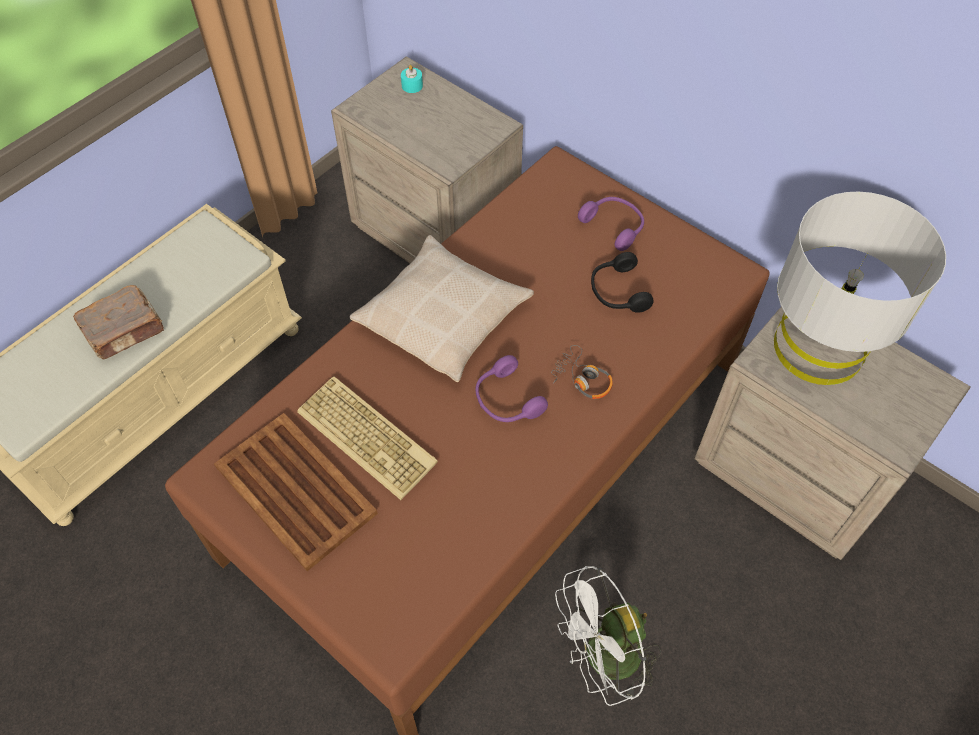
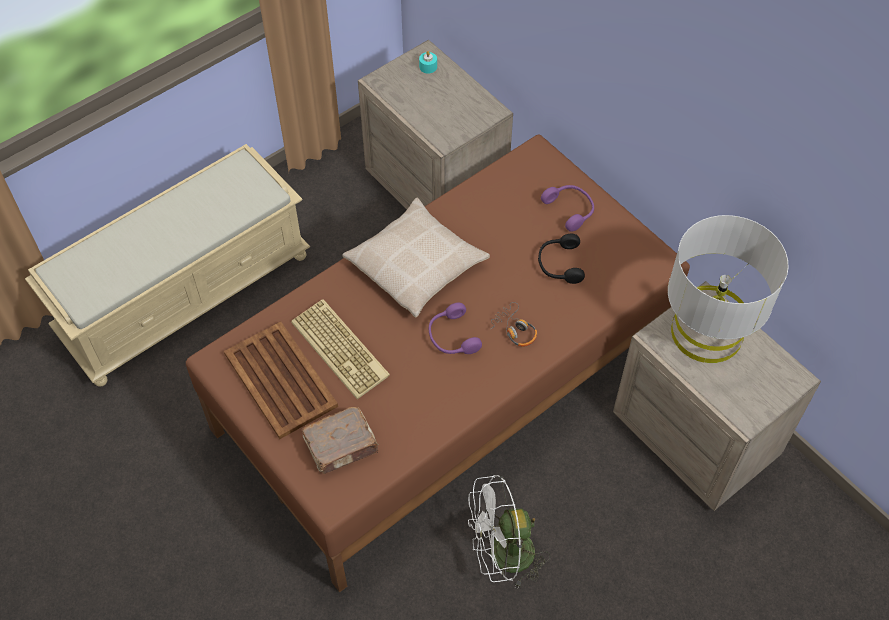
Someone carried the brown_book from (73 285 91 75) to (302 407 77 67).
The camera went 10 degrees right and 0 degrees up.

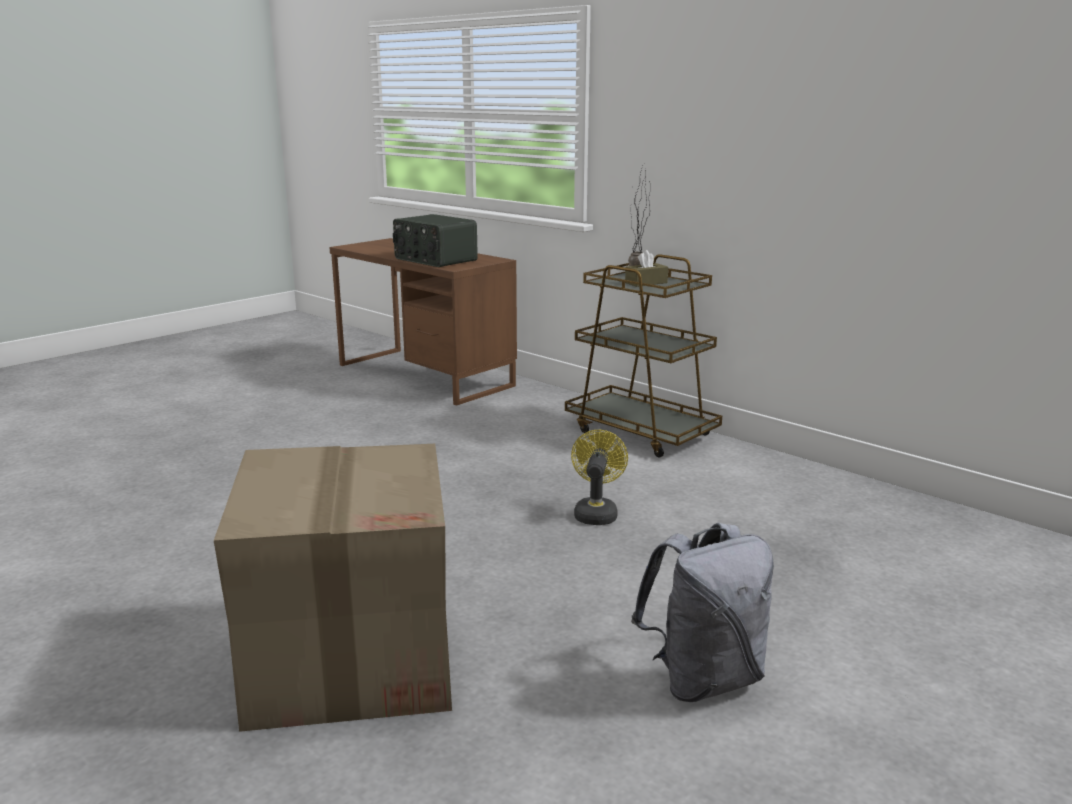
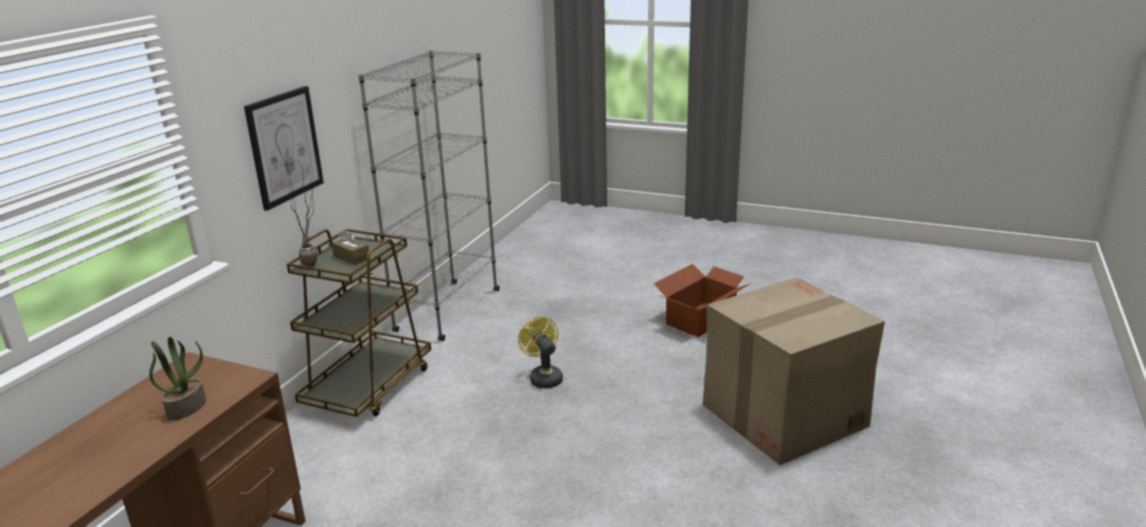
Someone put up the picture at (244 86 80 125).
Someone put down the grey_bookcase at (359 50 141 291).
Someone swapped the radio at (393 214 85 53) for the potted_plant at (149 337 57 83).
Someone swapped the grey_backpack at (631 523 143 179) for the cardboard_box at (654 264 98 73).
Someone rotated the yellow_fan at (571 430 57 95) by 75 degrees clockwise.
The camera went 110 degrees left and 5 degrees up.

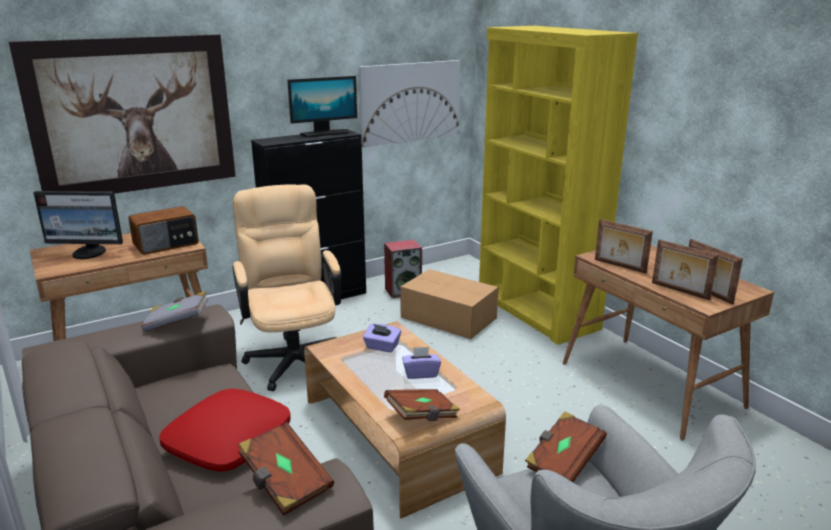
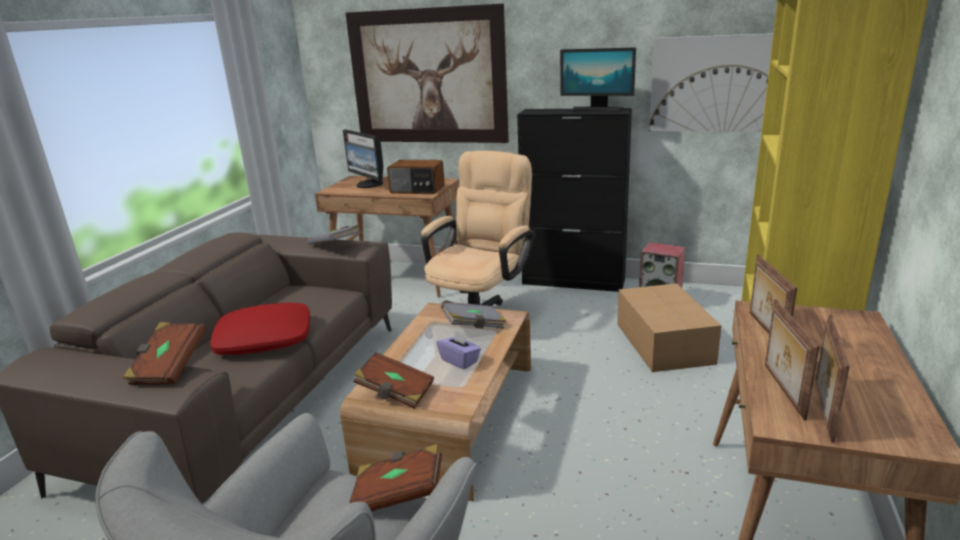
Someone swapped the purple_tissue_box at (363 324 38 28) for the grey_book at (441 302 65 27).
The camera went 50 degrees right and 0 degrees up.

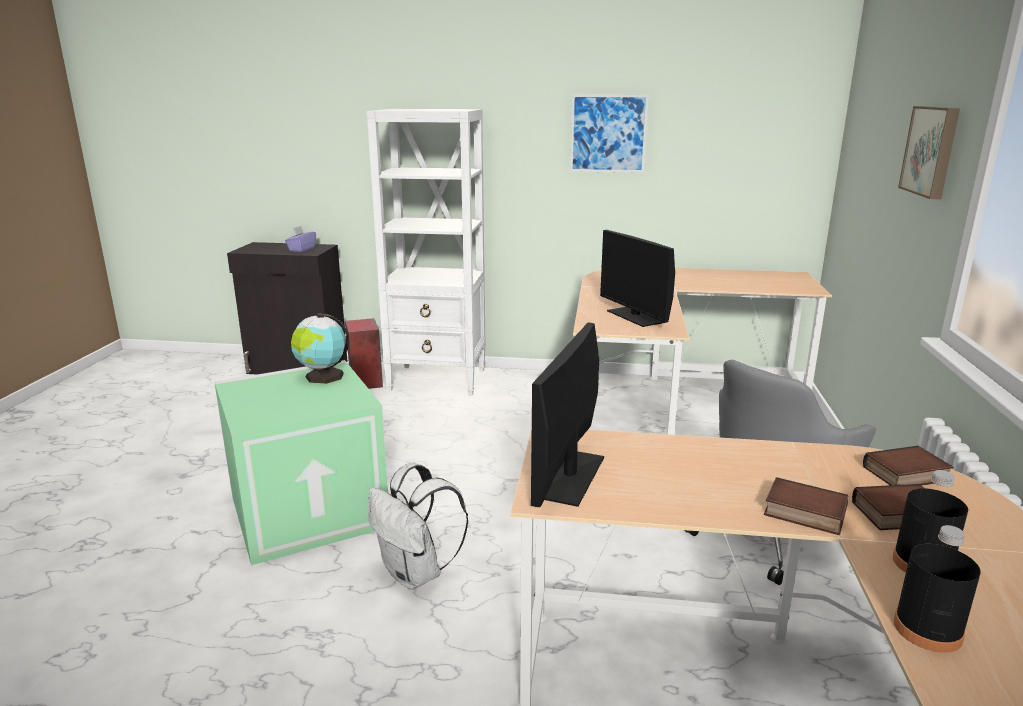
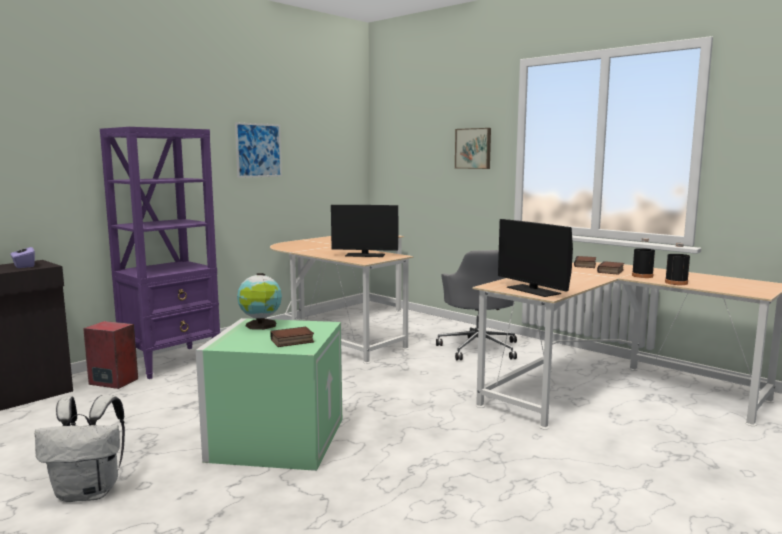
Someone carried the white_backpack from (368 463 100 127) to (35 395 90 107).
Someone carried the book from (764 477 85 58) to (270 327 44 20).
Someone repainted the white_bookcase at (366 109 120 287), which became the purple_bookcase at (100 127 121 252).
The camera went 55 degrees left and 10 degrees down.

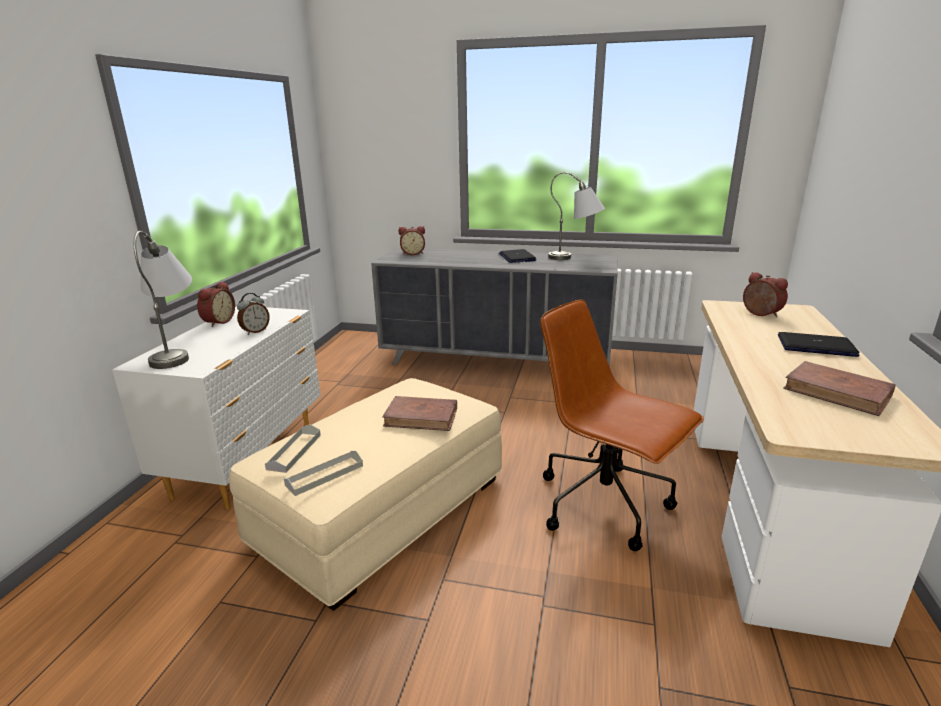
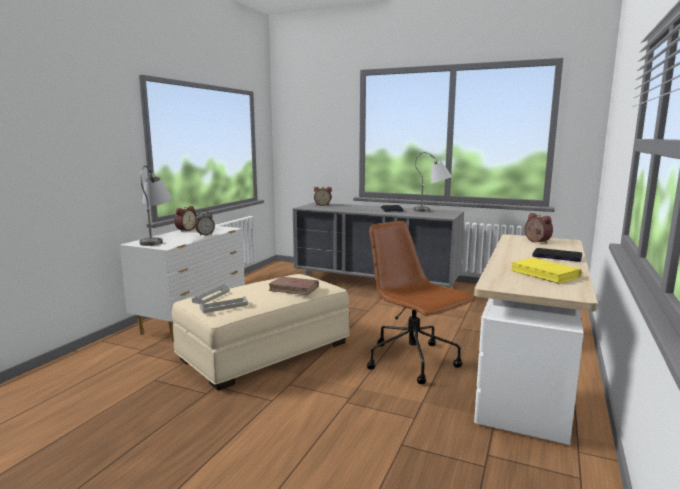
Someone repainted the brown_book at (783 361 113 55), which became the yellow_book at (510 258 72 26).
The camera went 10 degrees right and 10 degrees down.

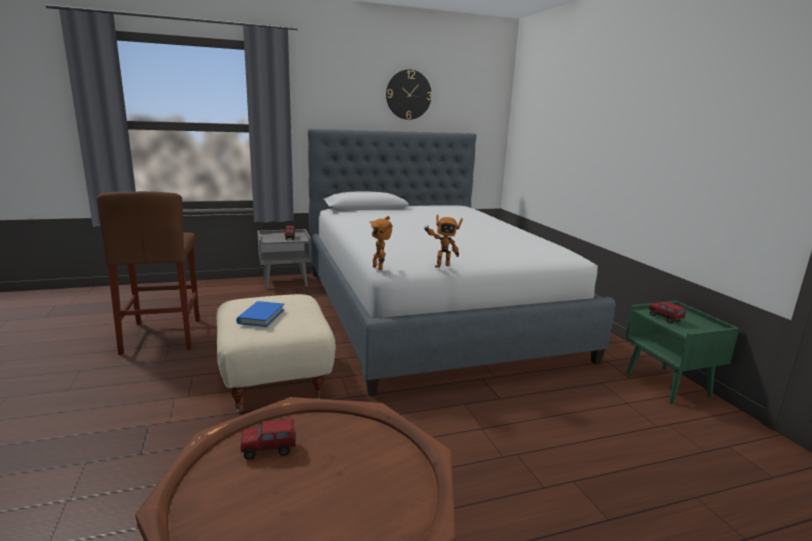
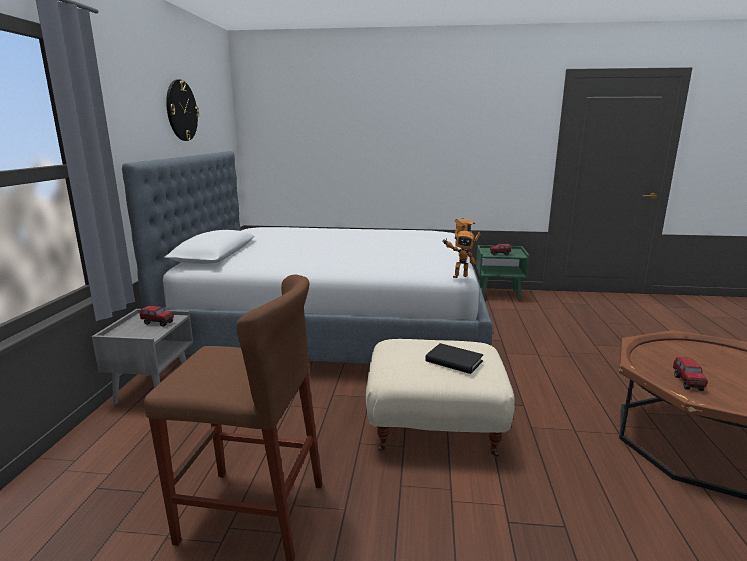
Someone repainted the blue_book at (236 301 49 26), which became the black_book at (425 343 58 31).
The camera went 65 degrees left and 0 degrees up.

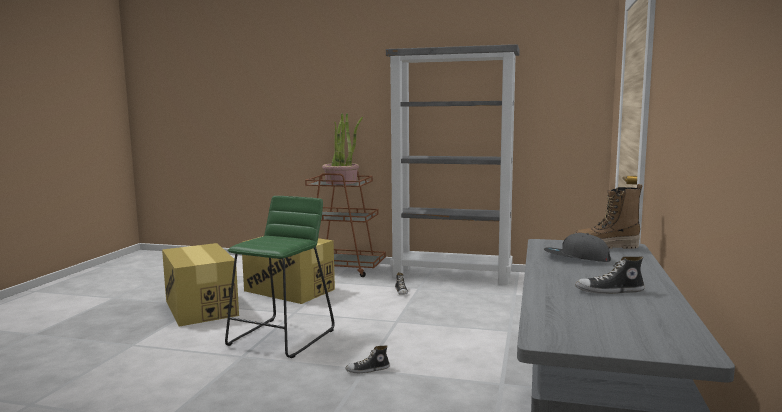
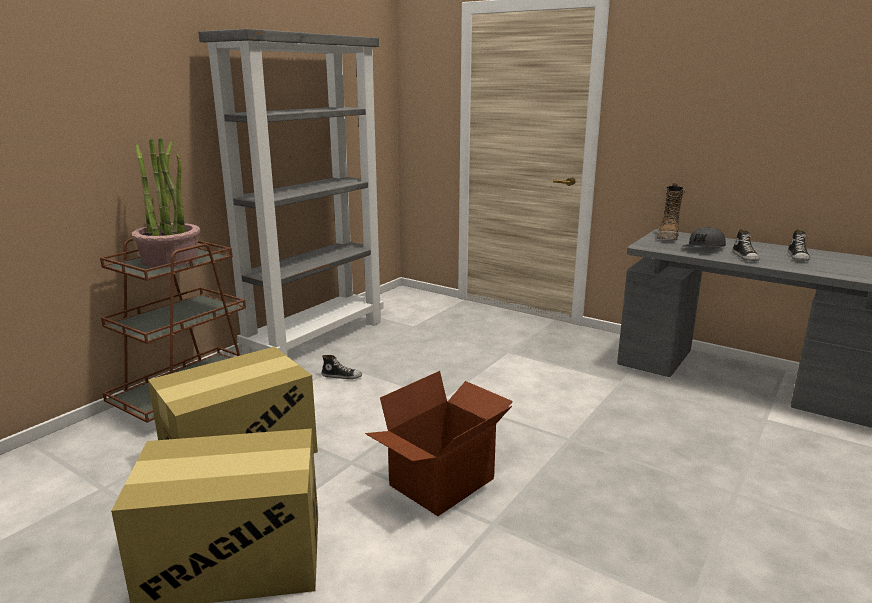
Someone carried the shoe from (345 345 45 28) to (732 229 28 32).
Someone swapped the green_stool at (225 196 110 162) for the cardboard_box at (365 371 148 145).
The camera went 70 degrees left and 10 degrees up.

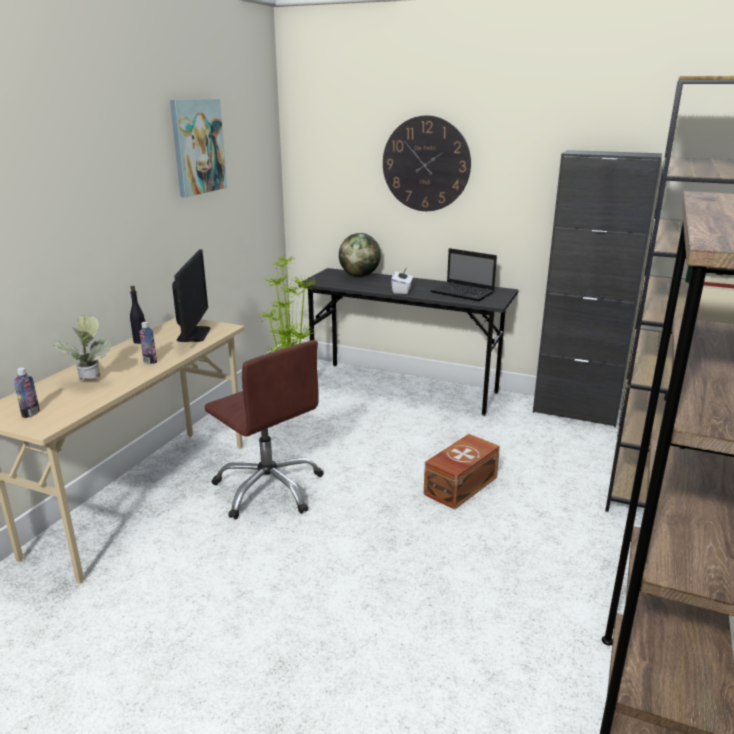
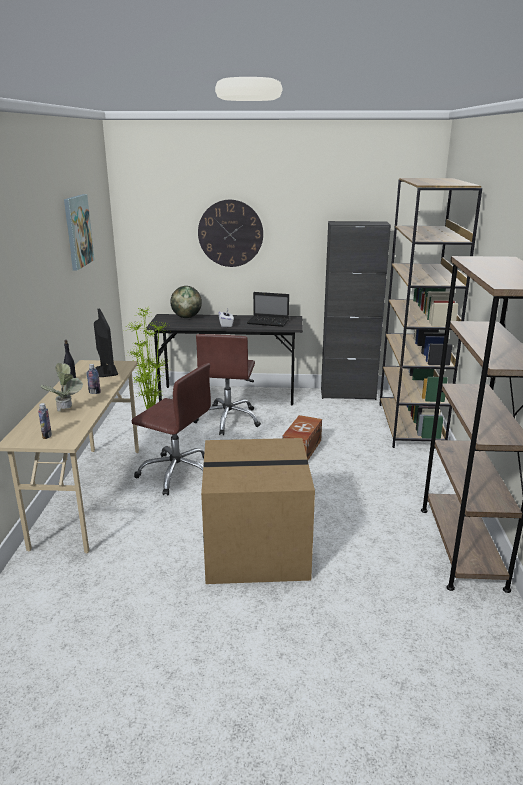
Someone put down the brown_office_chair at (193 334 68 101).
Someone put down the cardboard_box at (201 438 114 146).
The camera went 20 degrees left and 0 degrees up.

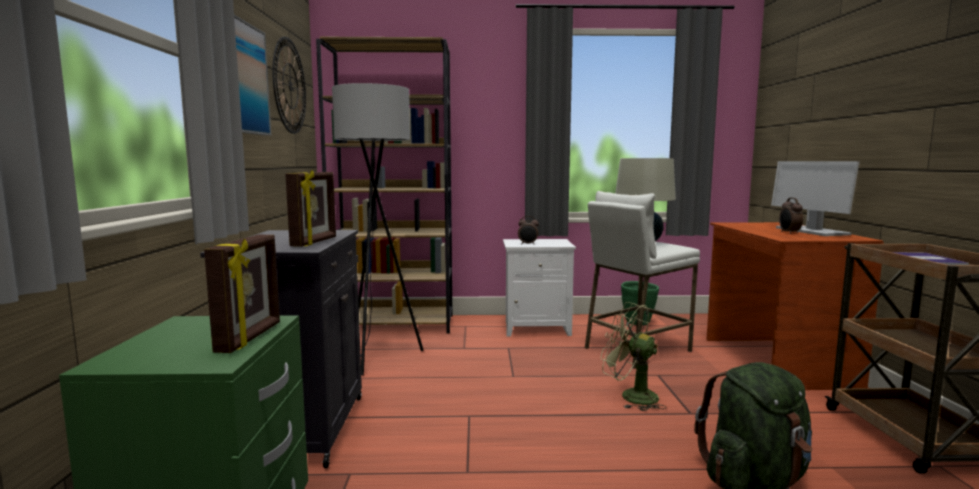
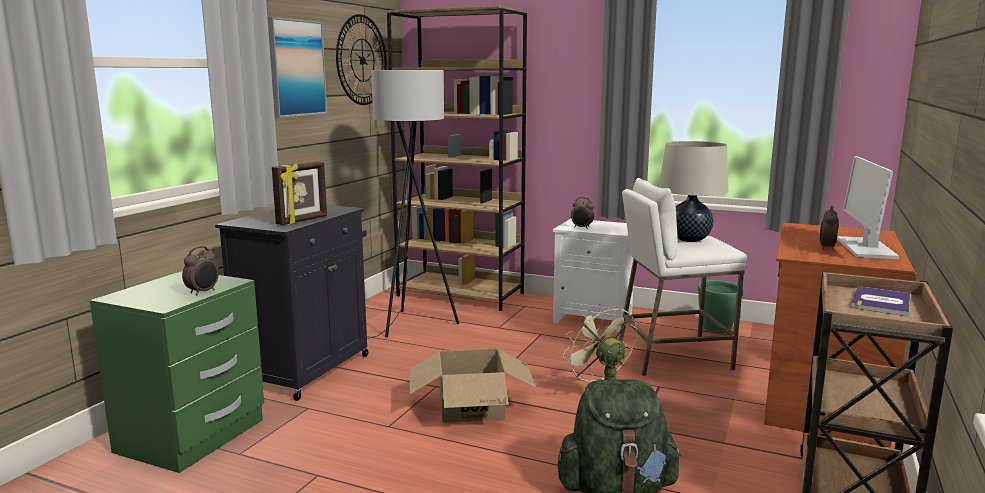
Someone put down the cardboard_box at (410 348 127 75).
Someone swapped the picture_frame at (204 234 76 119) for the alarm_clock at (182 246 37 50).
The camera went 25 degrees right and 5 degrees up.

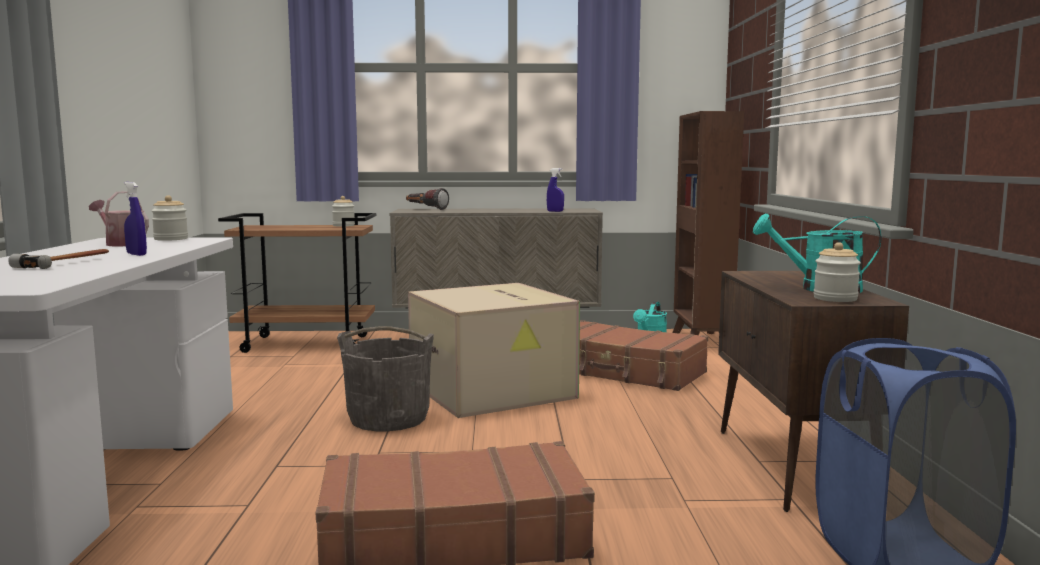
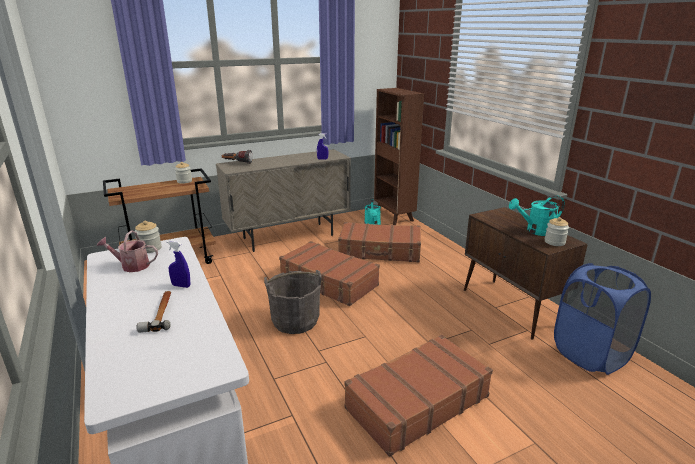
Someone swapped the cardboard_box at (408 283 172 135) for the brown_suitcase at (279 241 101 65).
The camera went 25 degrees left and 15 degrees up.

